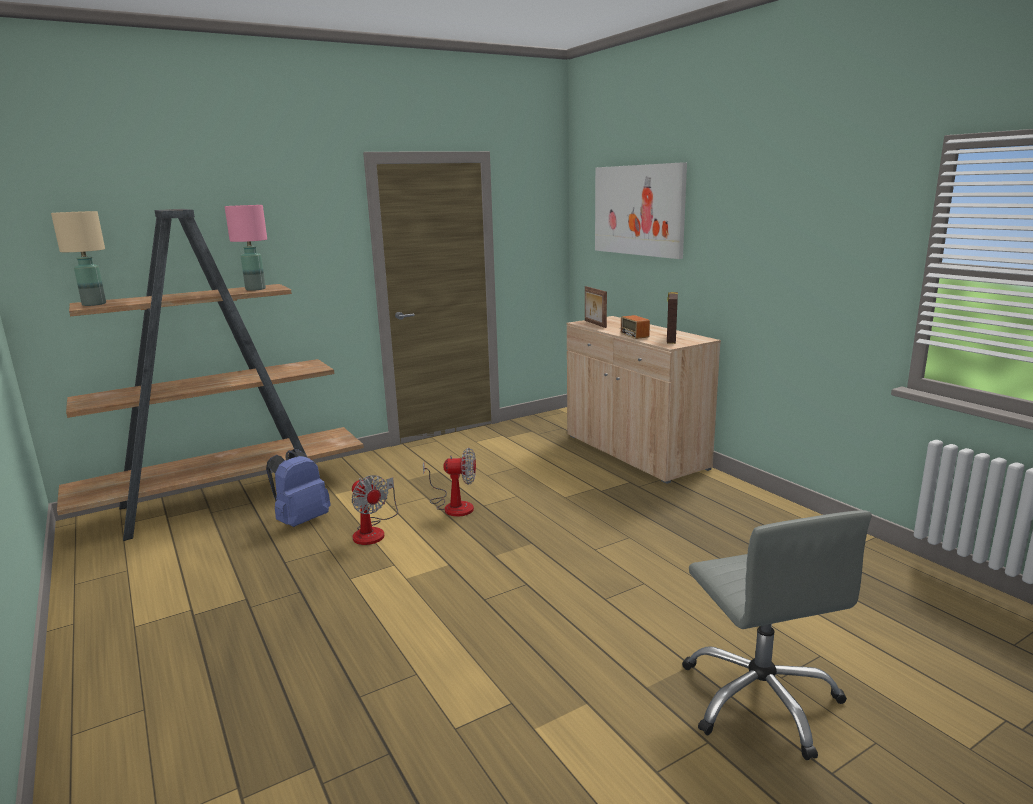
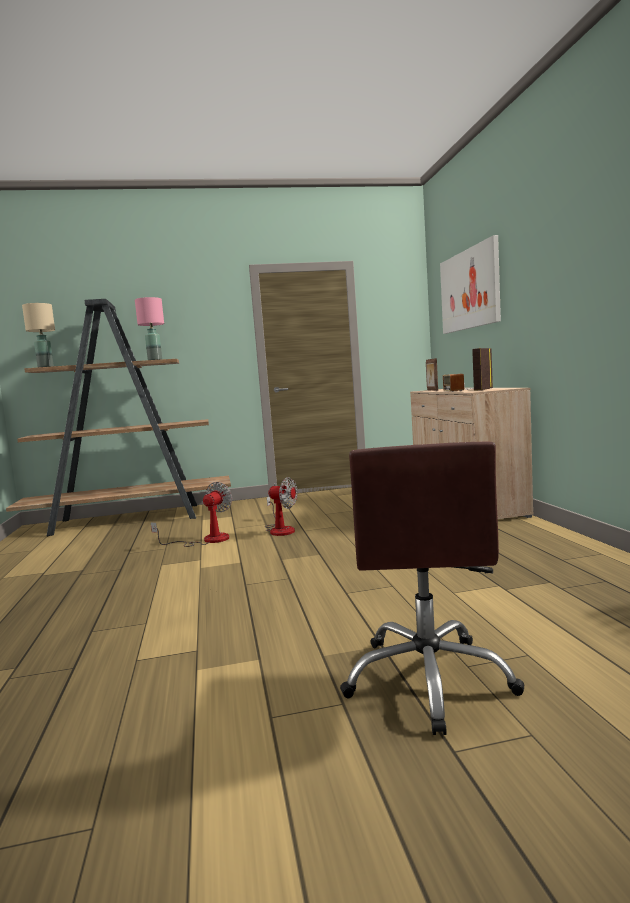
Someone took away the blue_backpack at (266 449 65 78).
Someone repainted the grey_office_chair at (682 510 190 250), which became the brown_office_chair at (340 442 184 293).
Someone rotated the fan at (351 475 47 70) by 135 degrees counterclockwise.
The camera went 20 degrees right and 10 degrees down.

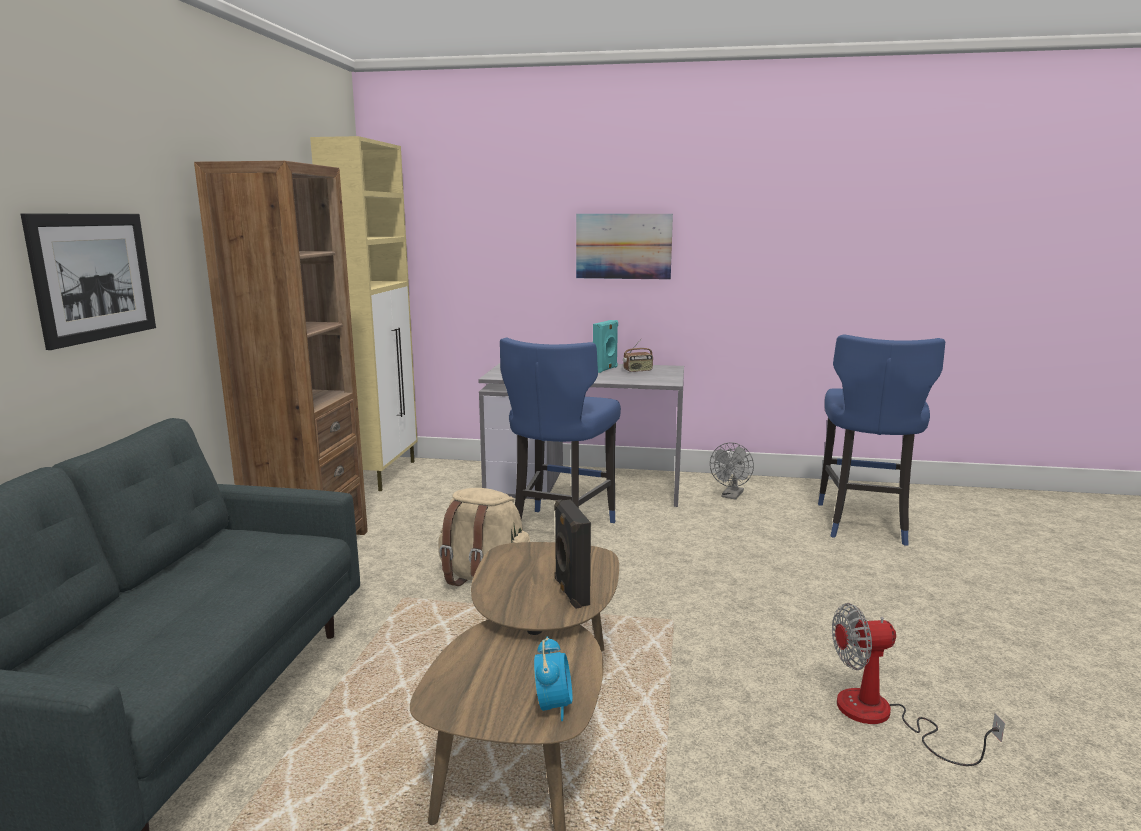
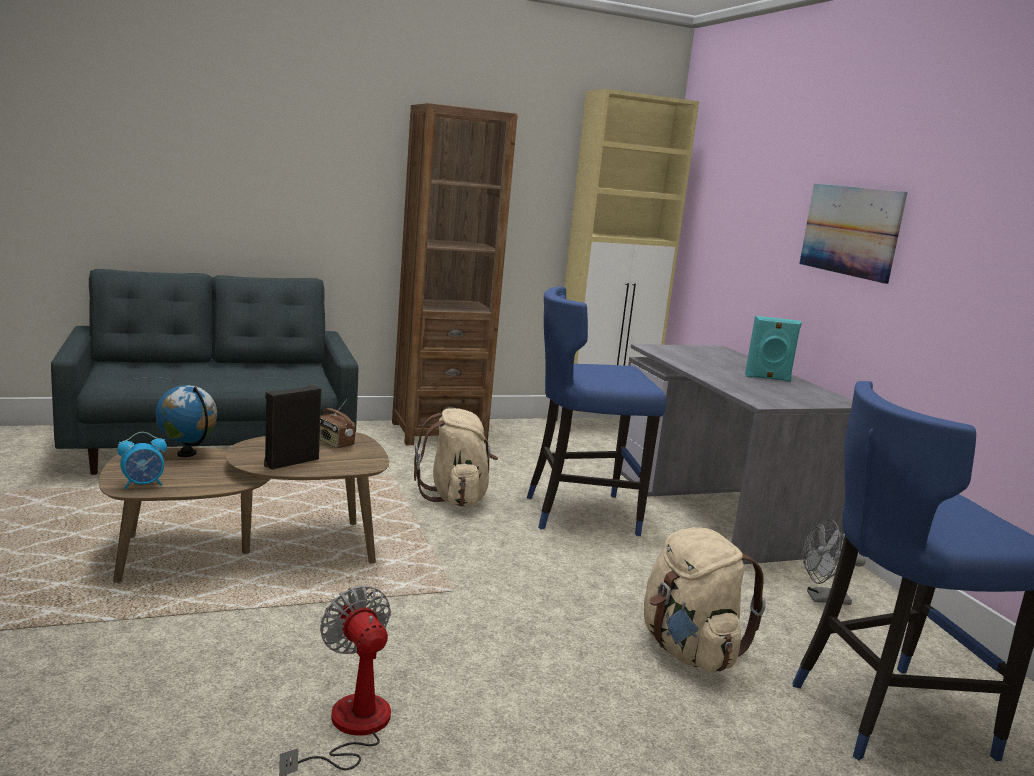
Someone took away the picture at (21 214 135 136).
Someone put down the globe at (155 385 62 72).
Someone put down the beige_backpack at (644 527 121 145).
Someone carried the radio from (623 338 30 34) to (320 399 35 49).
The camera went 60 degrees right and 0 degrees up.

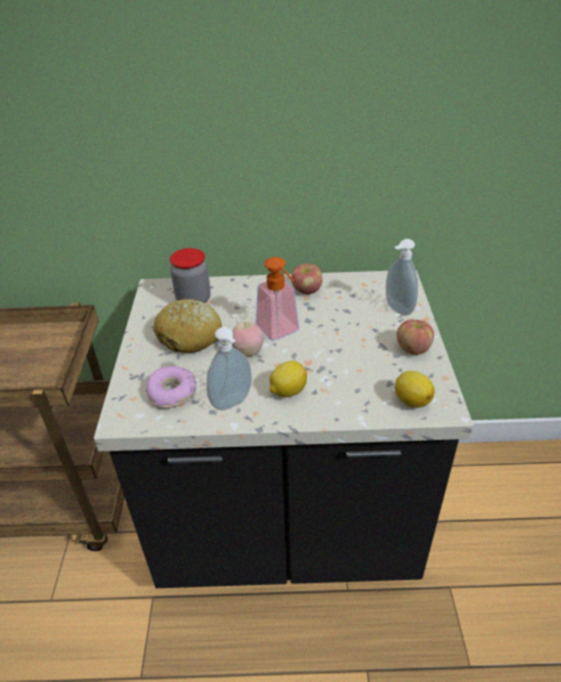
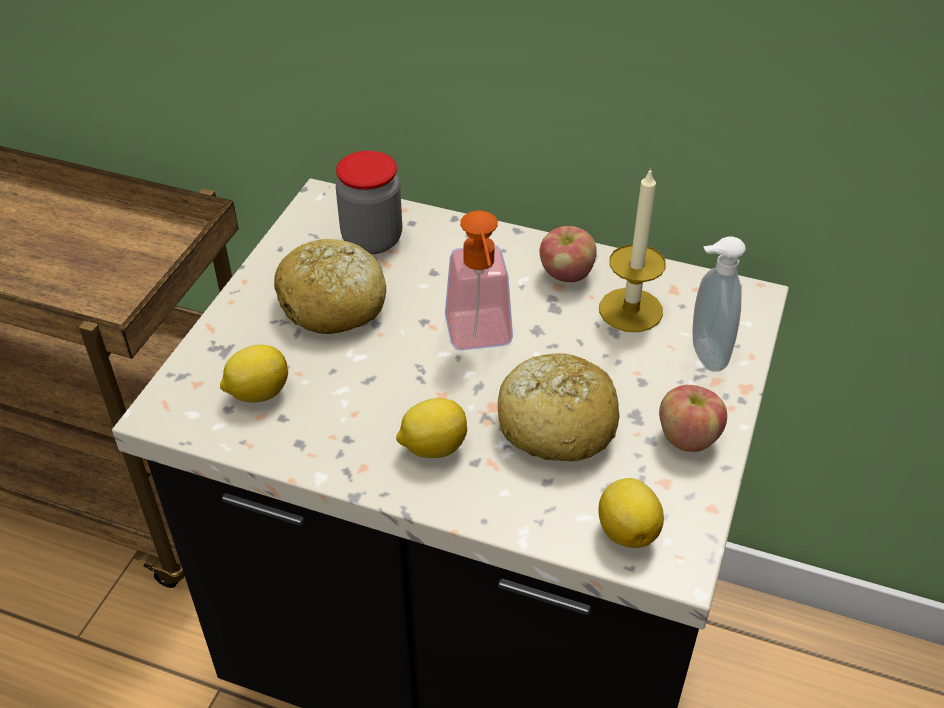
Someone took away the soap_dispenser at (206 327 46 83).
Someone took away the apple at (232 322 32 35).
Someone put down the bread at (498 353 121 108).
Someone put down the candle at (599 167 67 165).
Someone swapped the donut at (146 366 50 42) for the lemon at (220 345 68 57).
The camera went 20 degrees right and 5 degrees up.

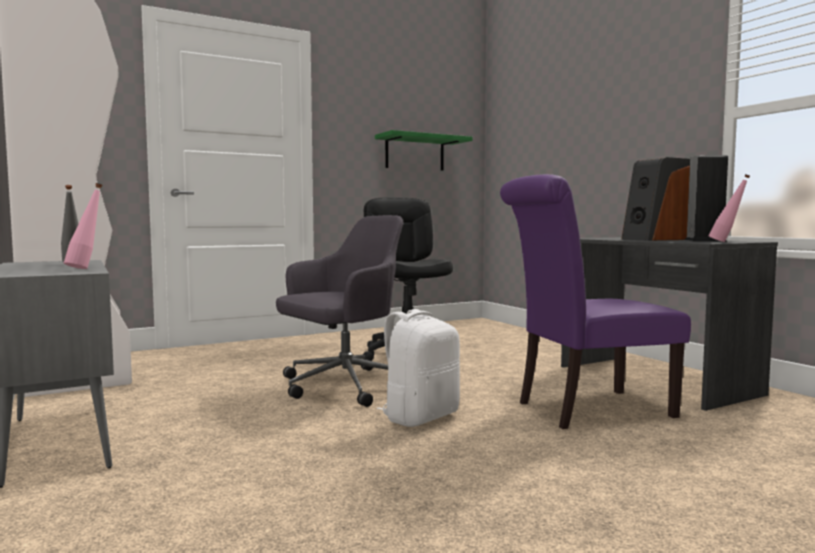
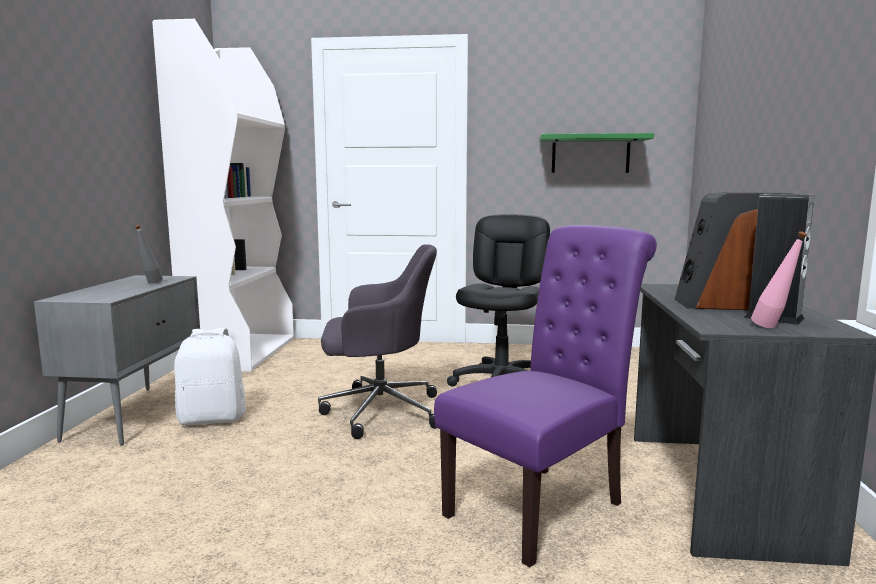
Someone took away the pink_bottle at (64 183 39 86).
Someone carried the white_backpack from (377 309 83 118) to (174 328 72 97).
Someone rotated the purple_chair at (500 174 191 255) by 120 degrees clockwise.
The camera went 35 degrees right and 5 degrees up.

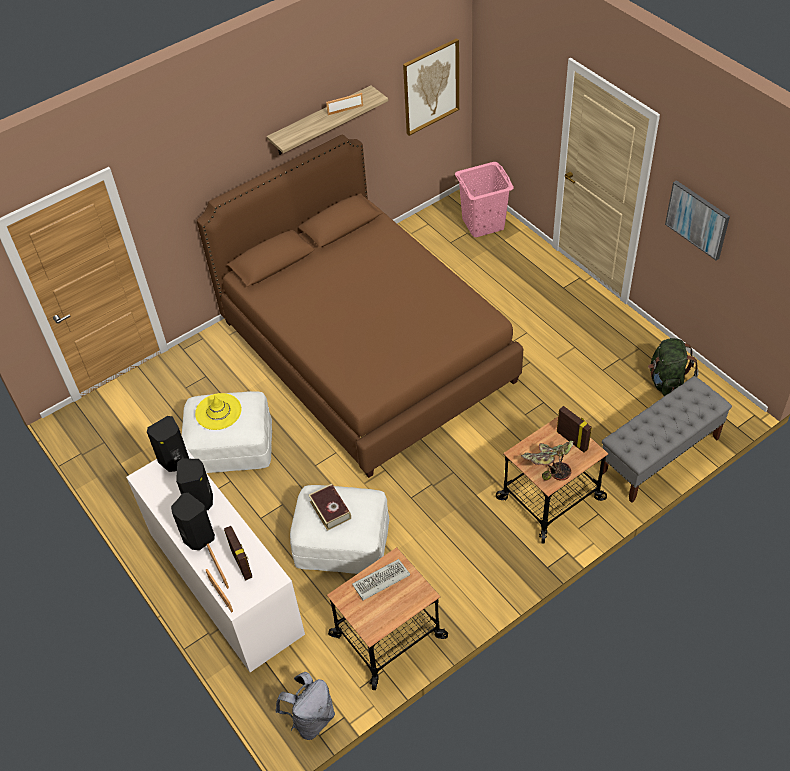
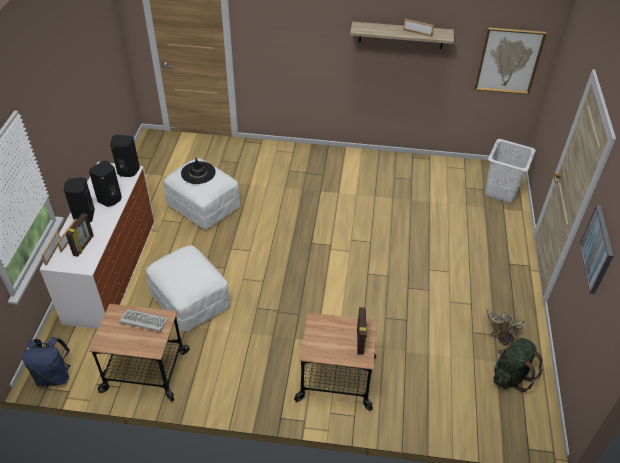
Someone took away the brown_bed at (197 135 326 343).
Someone took away the book at (309 484 42 47).
Someone took away the grey_bench at (599 376 133 127).
Someone carried the potted_plant from (521 441 53 39) to (487 310 38 36).
Someone repainted the yellow_hat at (195 393 47 37), which became the black_hat at (181 158 35 26).
Someone repainted the grey_backpack at (275 672 60 68), which became the blue_backpack at (22 337 49 49).
Someone repainted the pink_laundry_basket at (455 162 59 75), which became the white_laundry_basket at (485 139 51 64).
The camera went 40 degrees right and 5 degrees down.

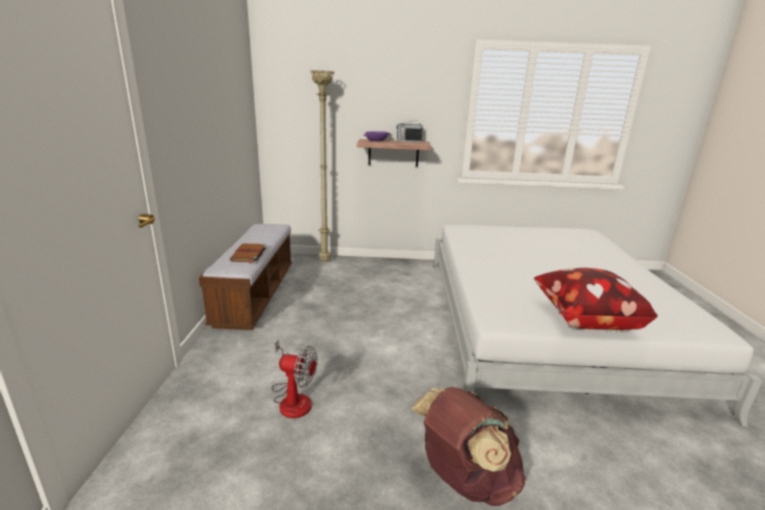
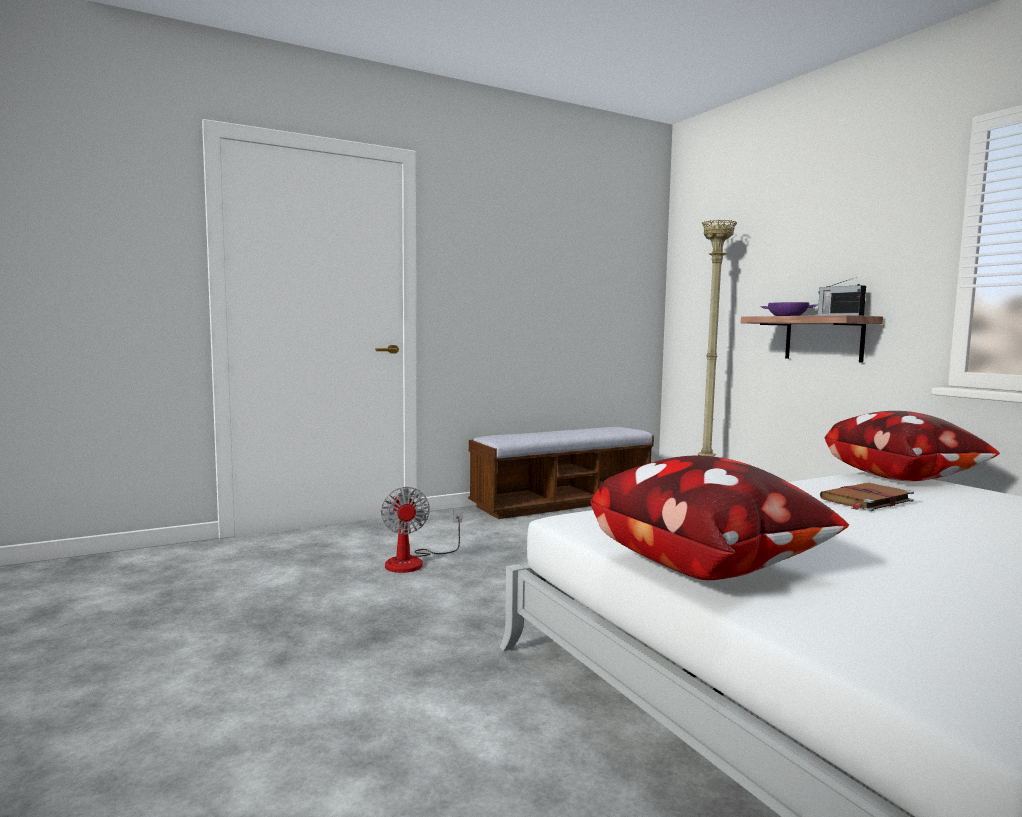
Someone took away the brown_backpack at (411 387 115 119).
Someone put down the pillow at (824 411 175 70).
Someone carried the brown_book from (230 243 36 21) to (820 483 94 28).
The camera went 60 degrees right and 15 degrees down.

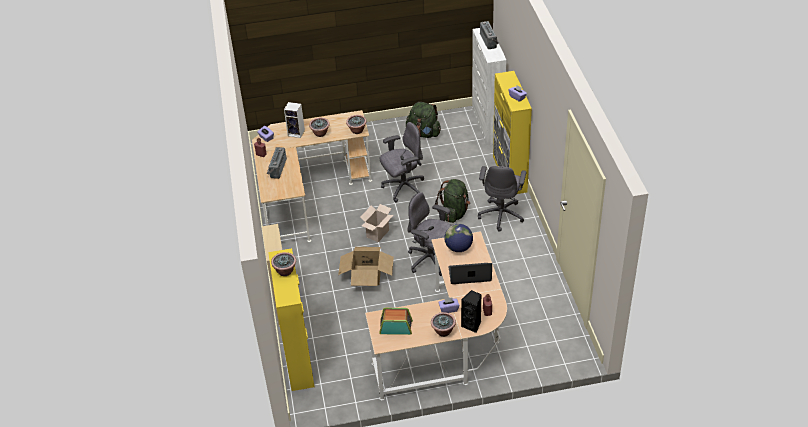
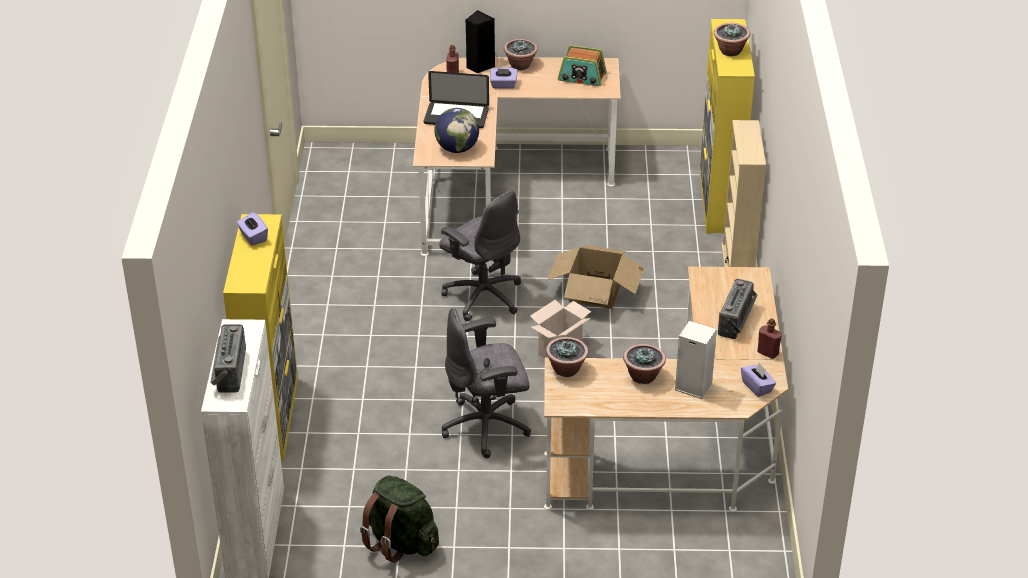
Someone took away the green_backpack at (435 179 35 44).
Someone took away the grey_office_chair at (478 166 49 66).
The camera went 170 degrees left and 5 degrees down.

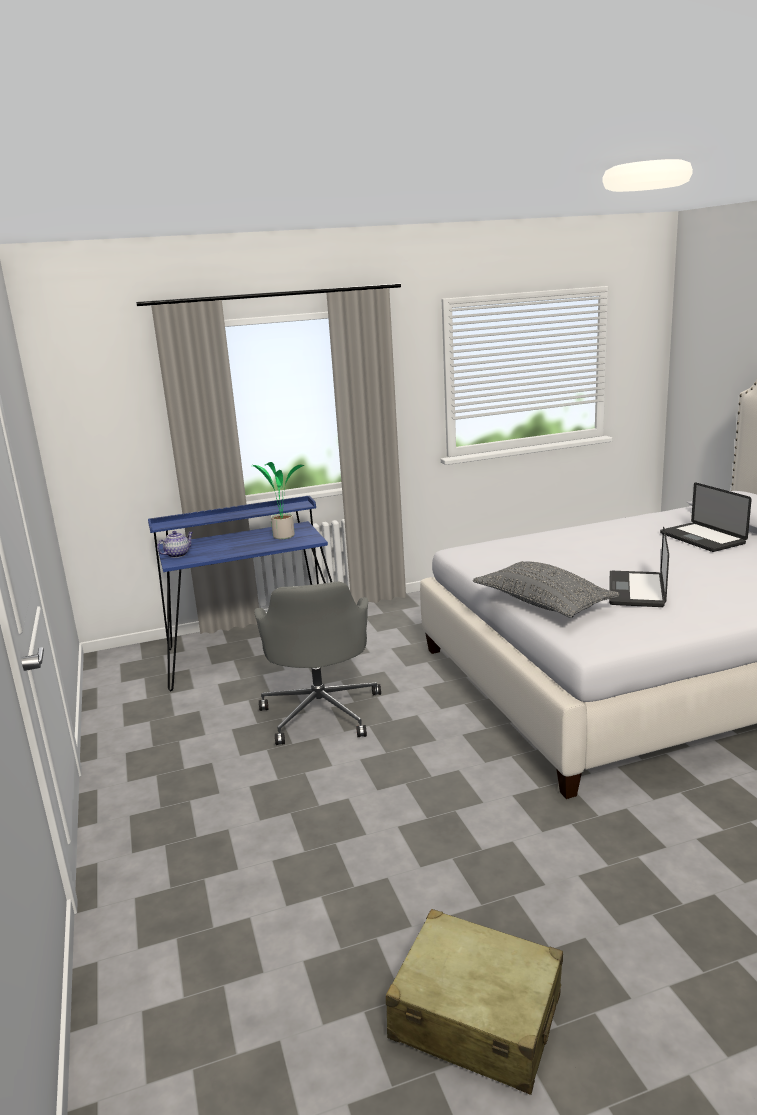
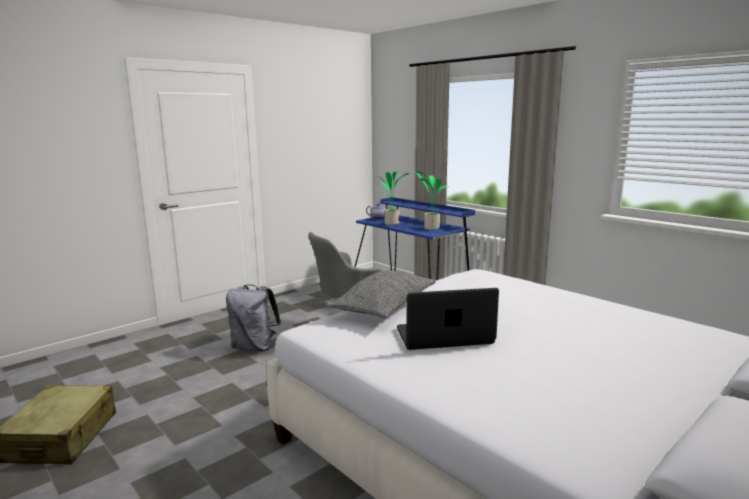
Someone took away the laptop at (660 482 92 70).
Someone put down the grey_backpack at (226 284 55 67).
Someone put down the potted_plant at (377 170 32 55).
The camera went 65 degrees right and 5 degrees down.

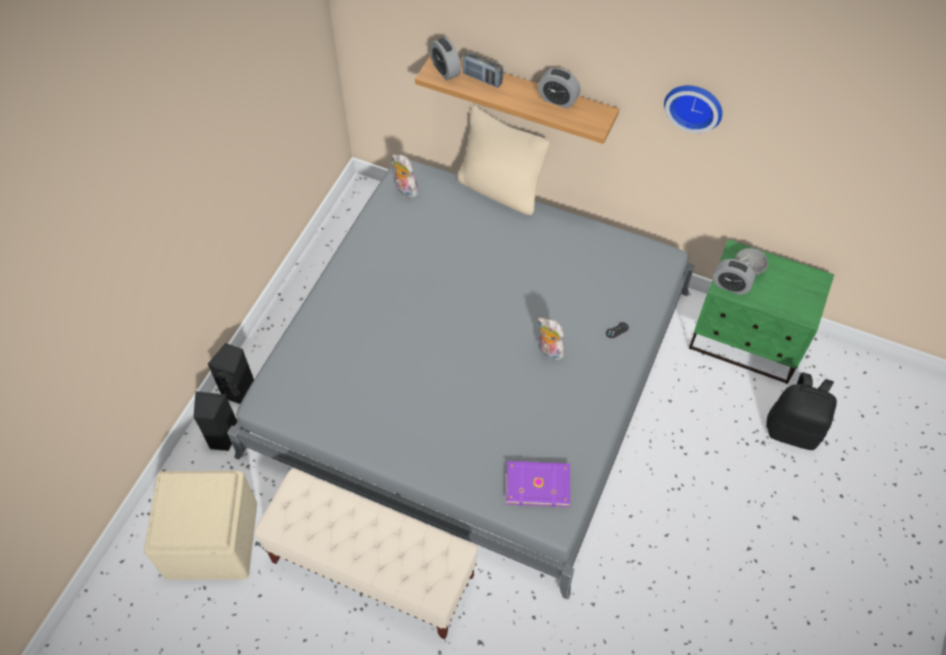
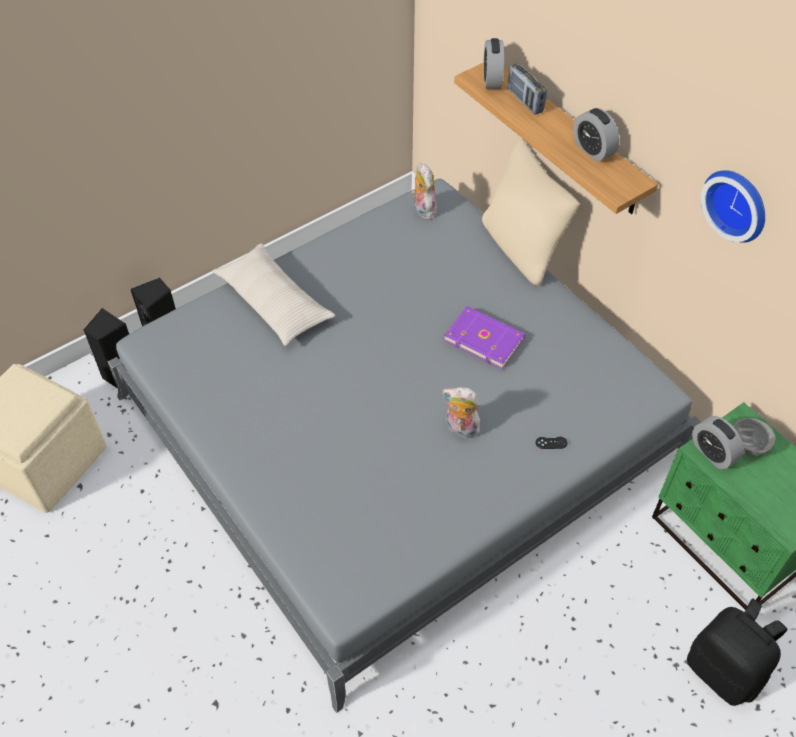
Someone took away the beige_bench at (255 468 223 171).
Someone put down the beige_pillow at (213 243 122 103).
Someone carried the purple_book from (506 461 64 46) to (443 306 82 63).
Someone rotated the plush_toy at (537 318 27 43) by 45 degrees counterclockwise.
The camera went 30 degrees right and 5 degrees down.

